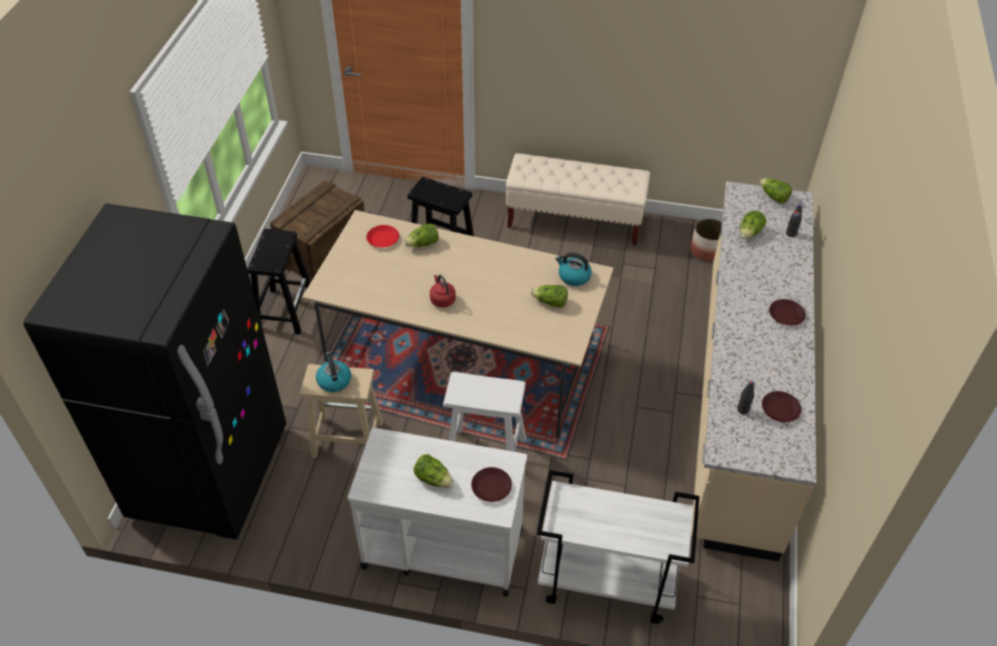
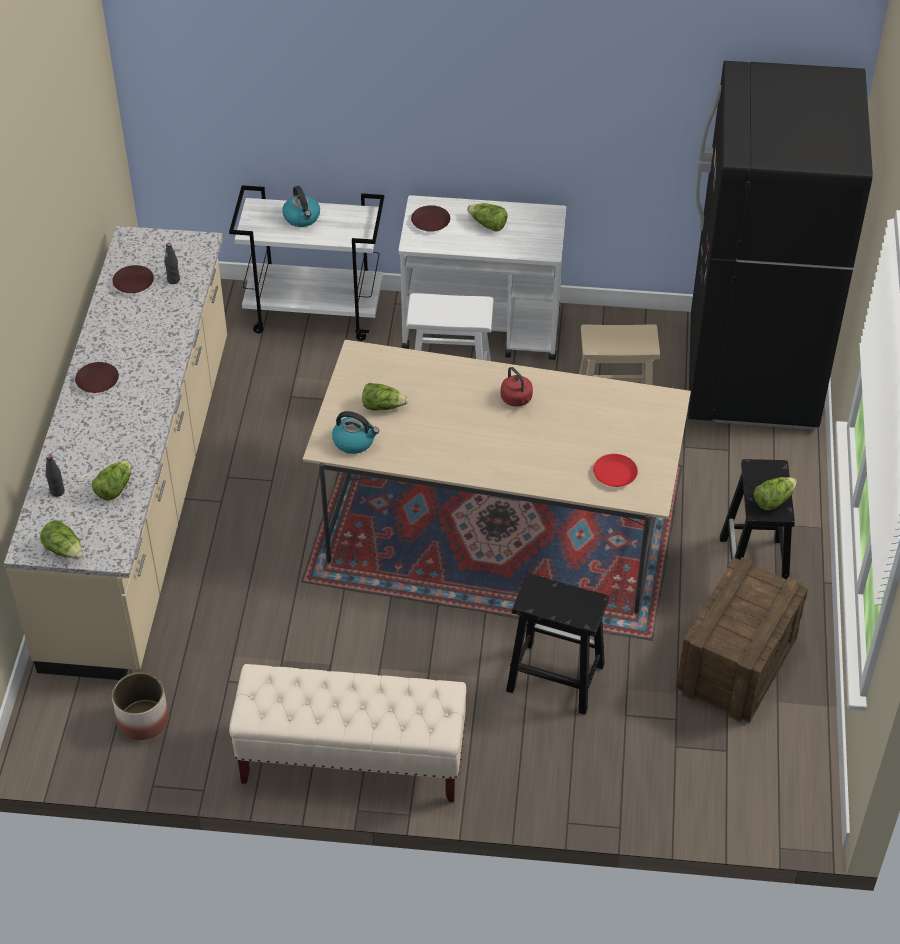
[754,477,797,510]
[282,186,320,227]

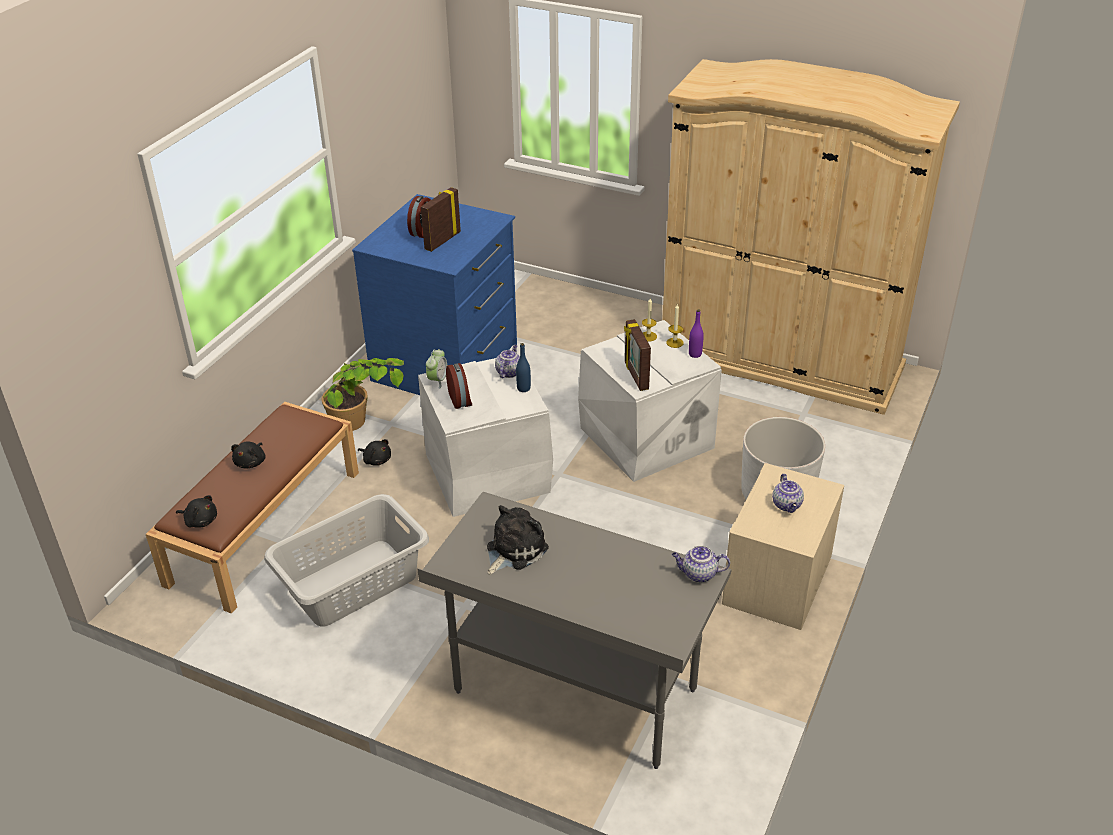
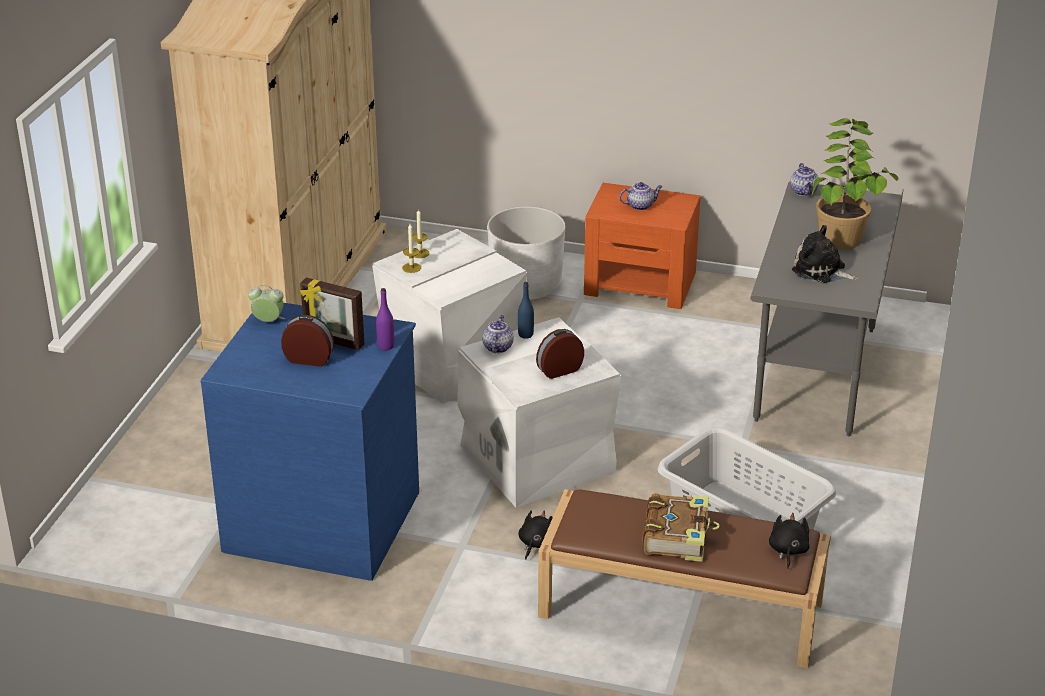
[376,288,395,350]
[624,319,651,391] (first image)
[482,315,514,353]
[248,285,285,322]
[811,118,898,249]
[642,493,720,562]
[584,183,701,309]

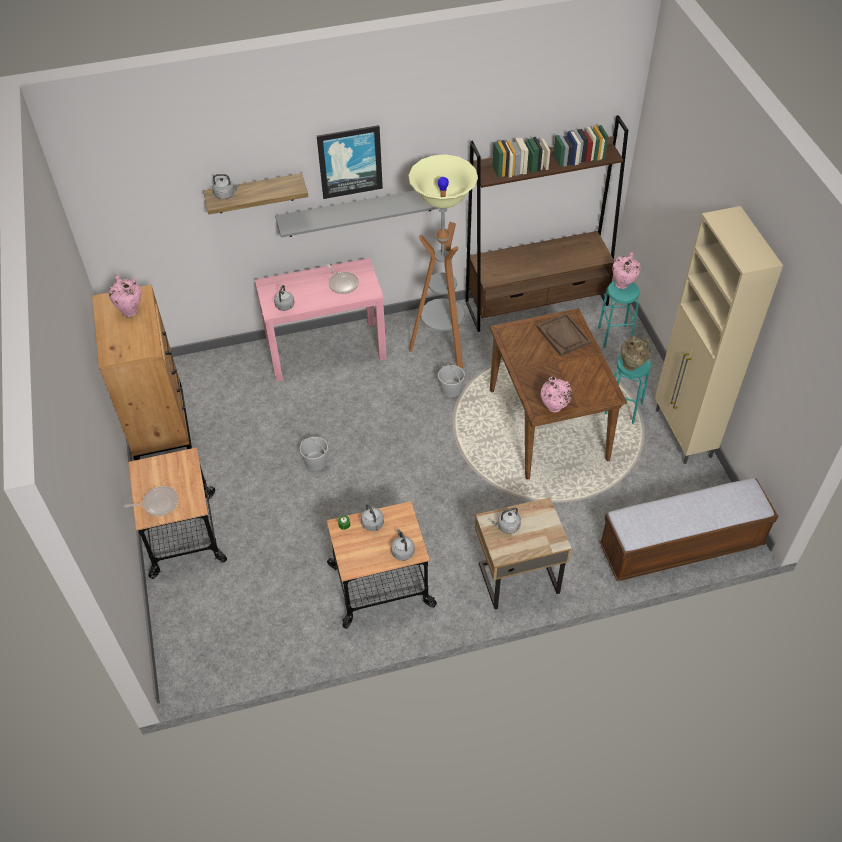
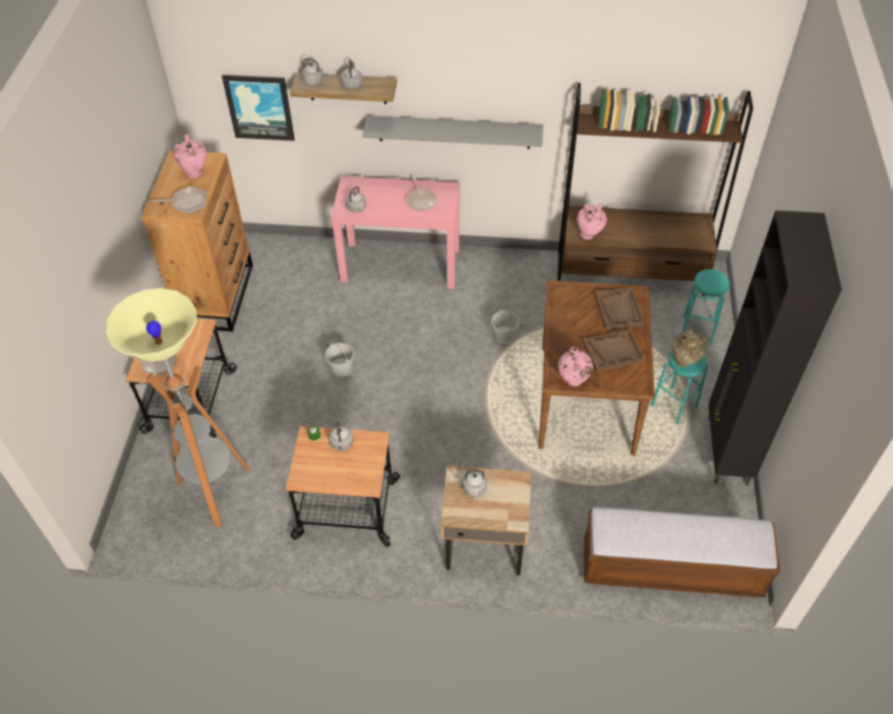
[222,75,295,141]
[105,288,251,527]
[708,210,842,486]
[577,203,607,240]
[340,60,362,89]
[150,186,207,214]
[583,329,645,372]

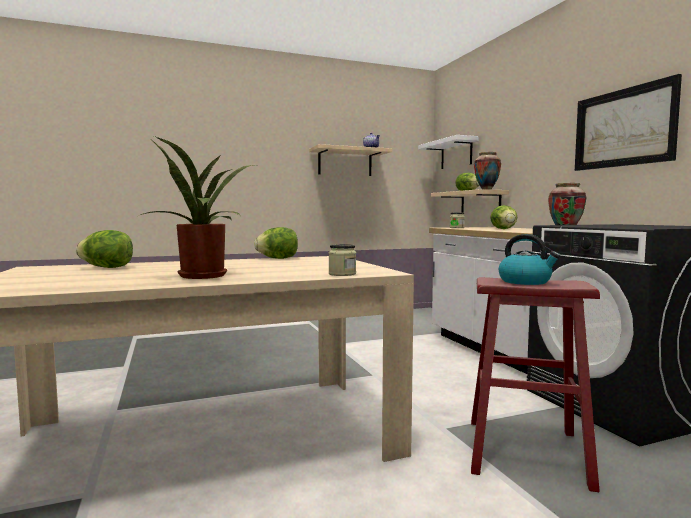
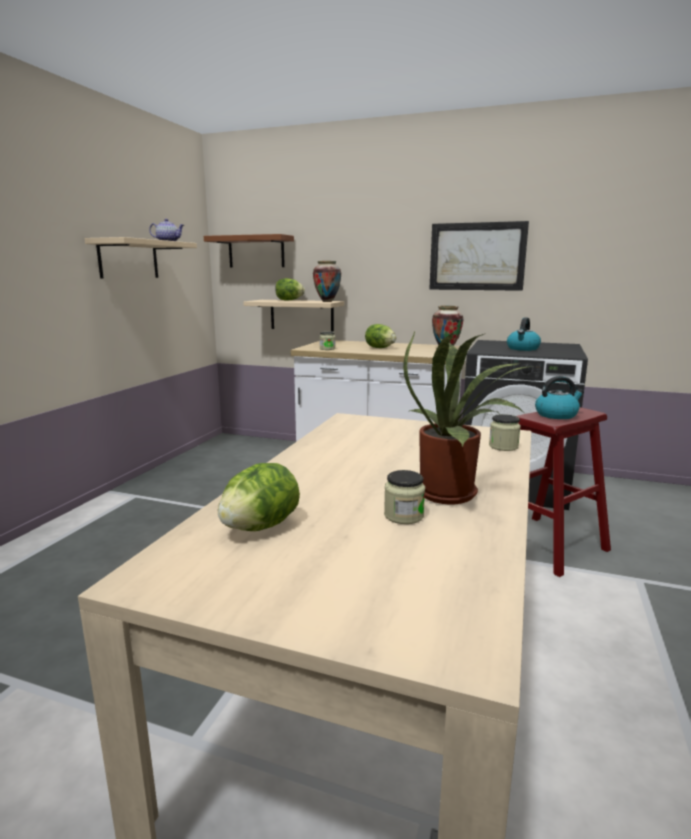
[204,234,294,267]
[254,227,298,259] (first image)
[507,317,541,351]
[384,470,425,524]

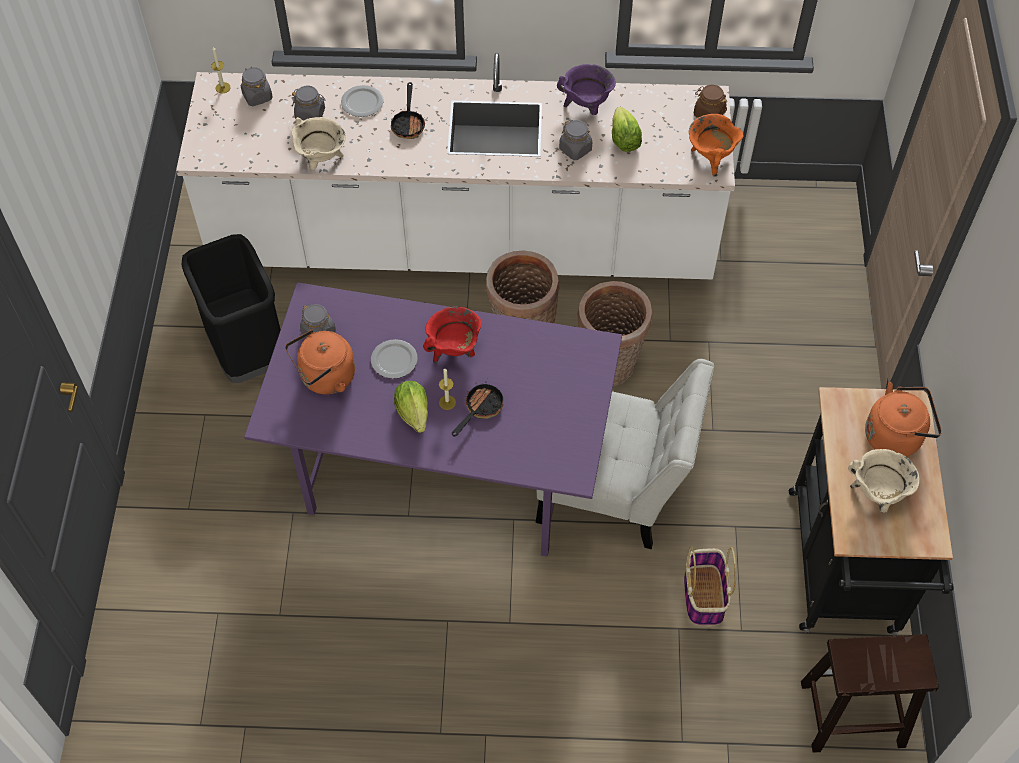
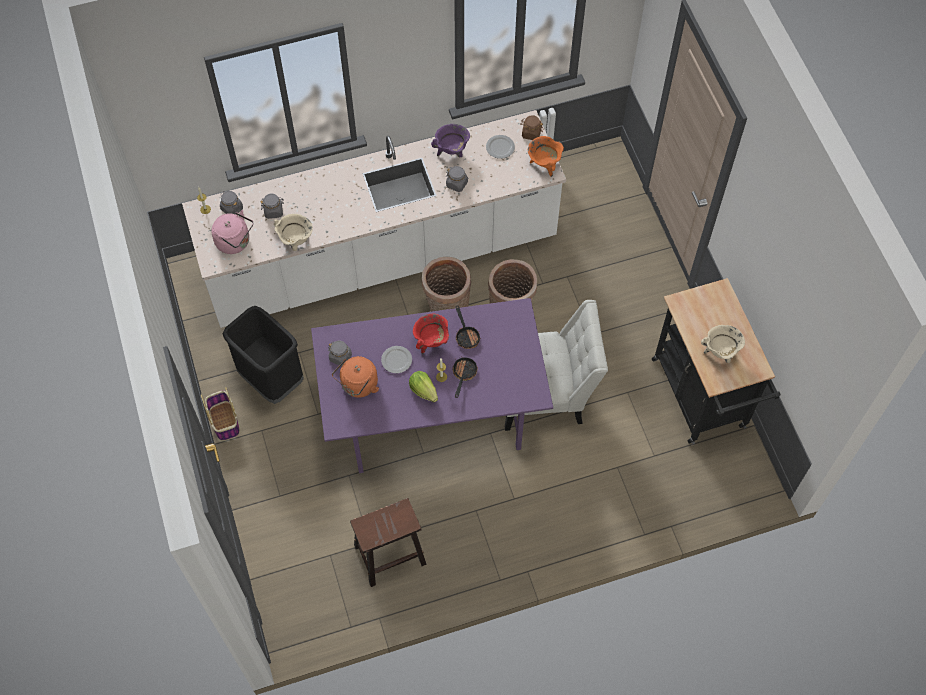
[455,306,481,349]
[486,135,515,159]
[612,107,642,152] (first image)
[865,382,942,457] (first image)
[201,387,240,441]
[350,498,427,587]
[211,210,253,254]

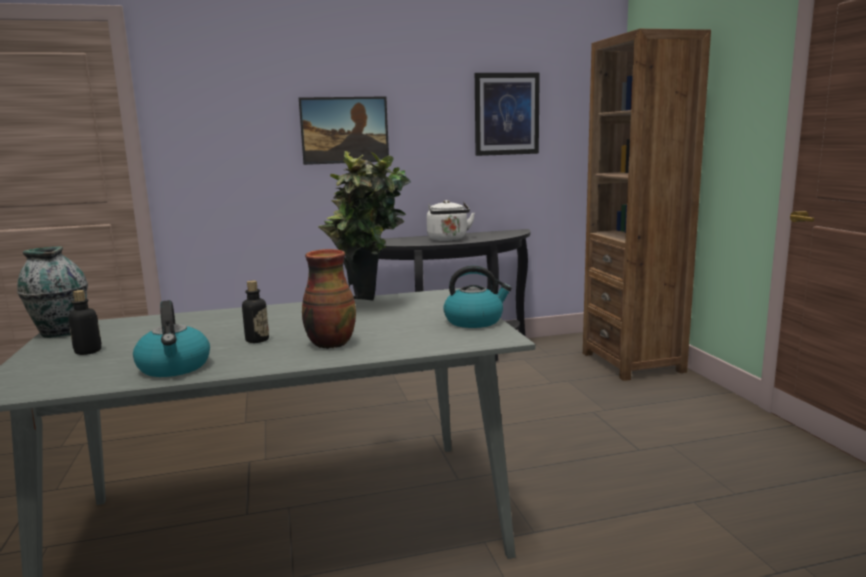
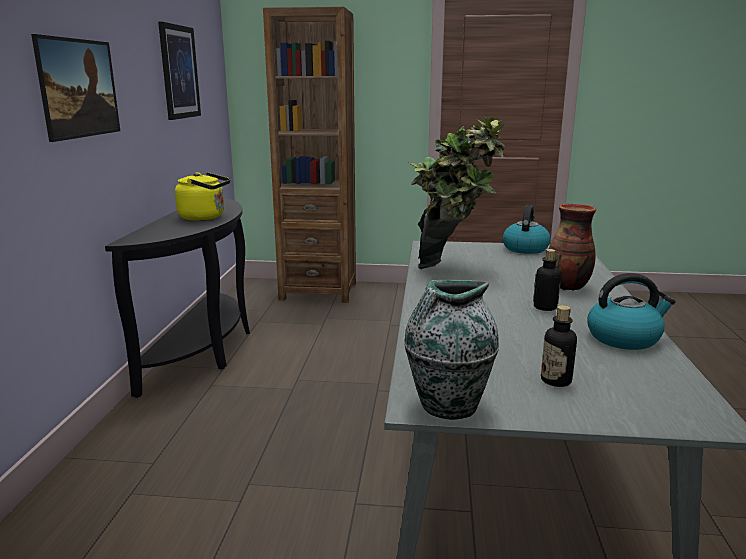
[175,172,230,221]

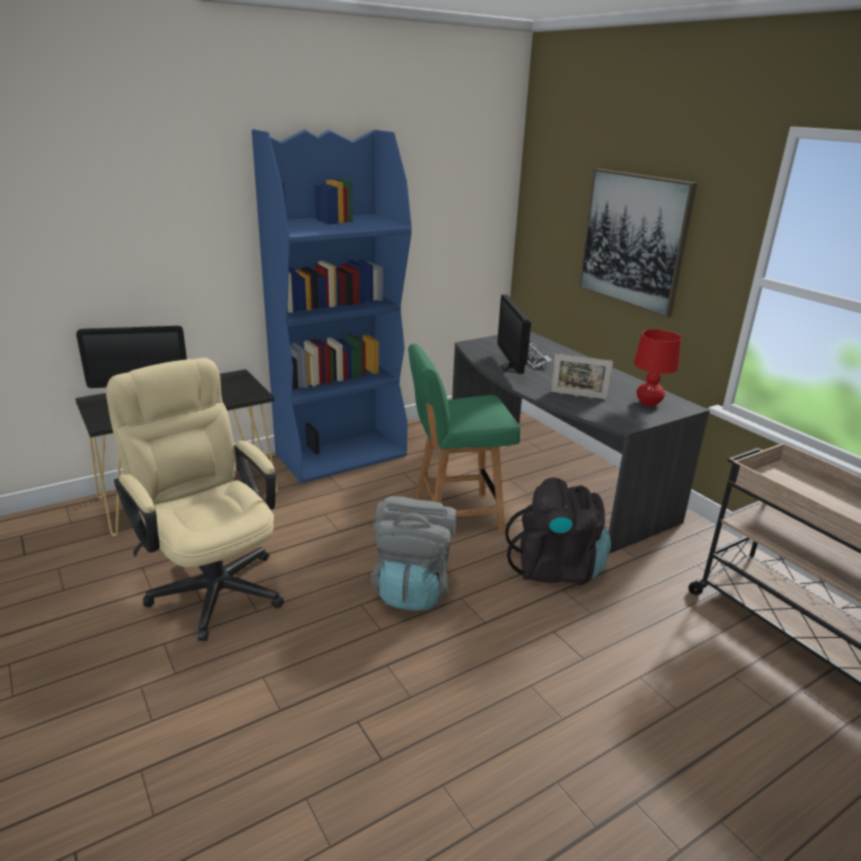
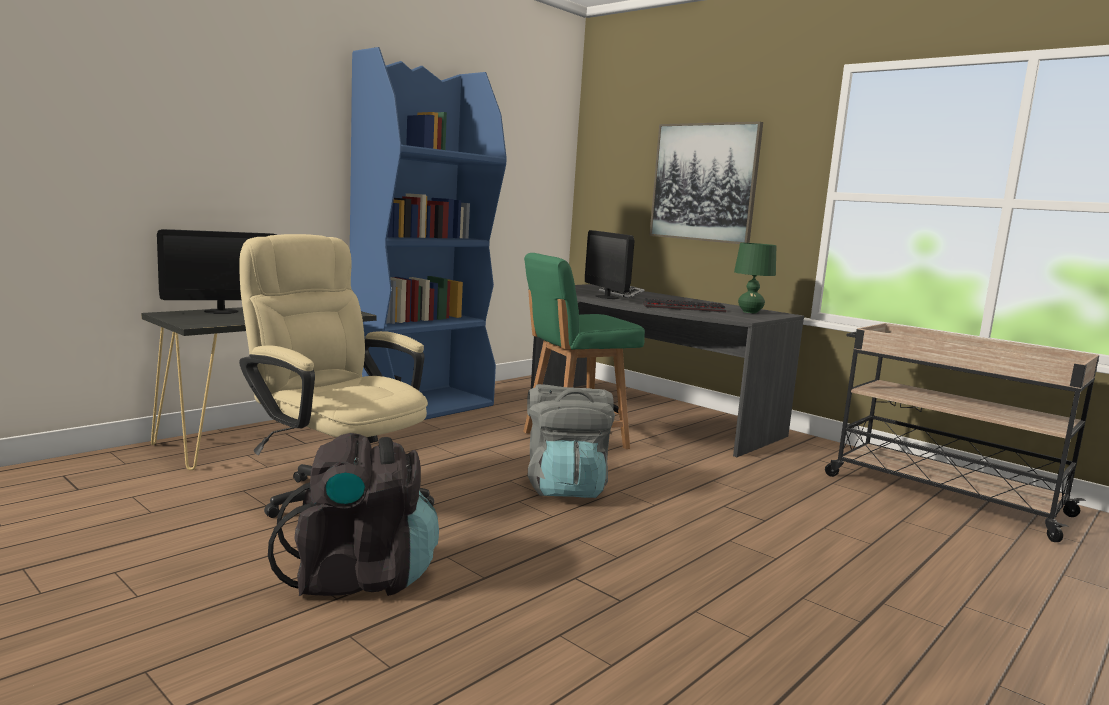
[734,243,777,313]
[643,298,726,313]
[268,433,439,596]

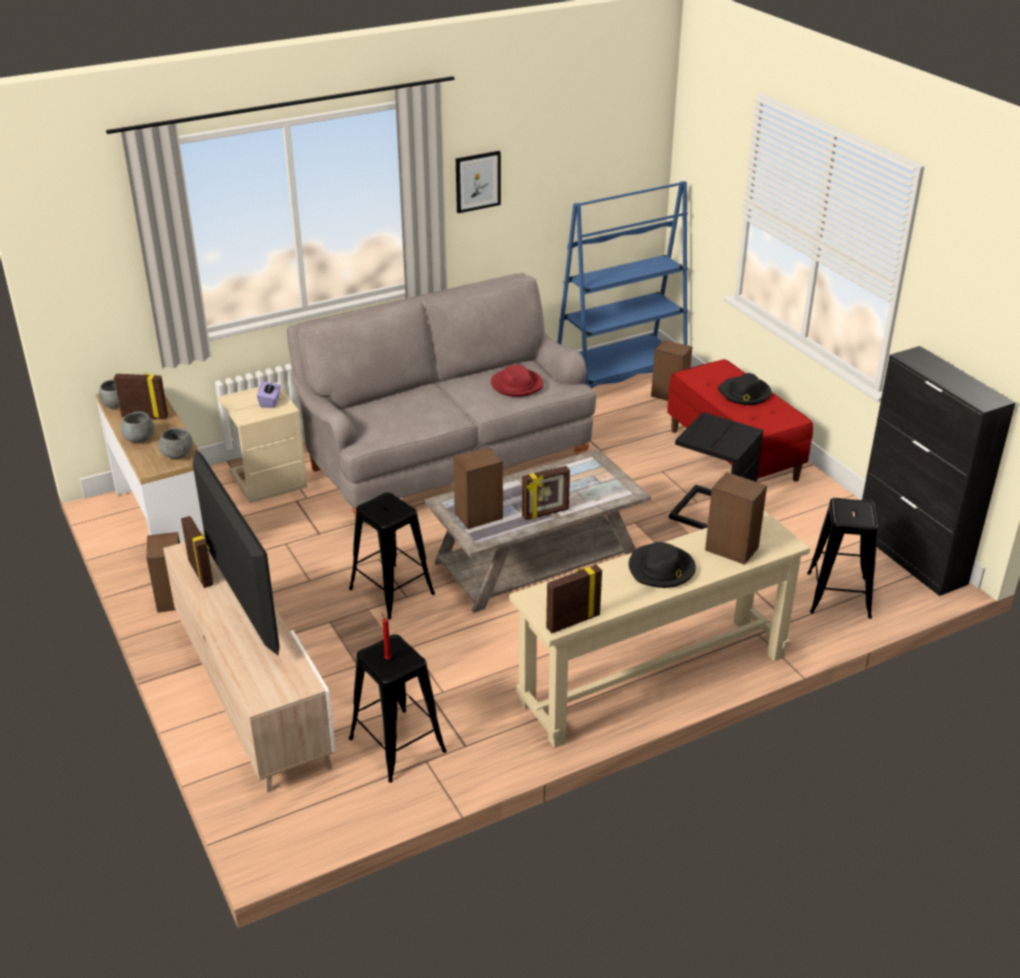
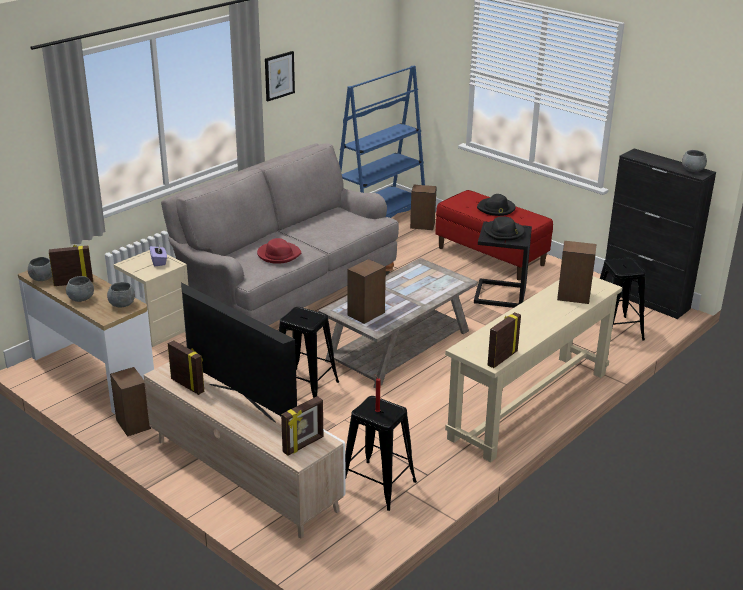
[257,238,301,264]
[281,396,323,456]
[484,216,525,241]
[682,150,707,172]

